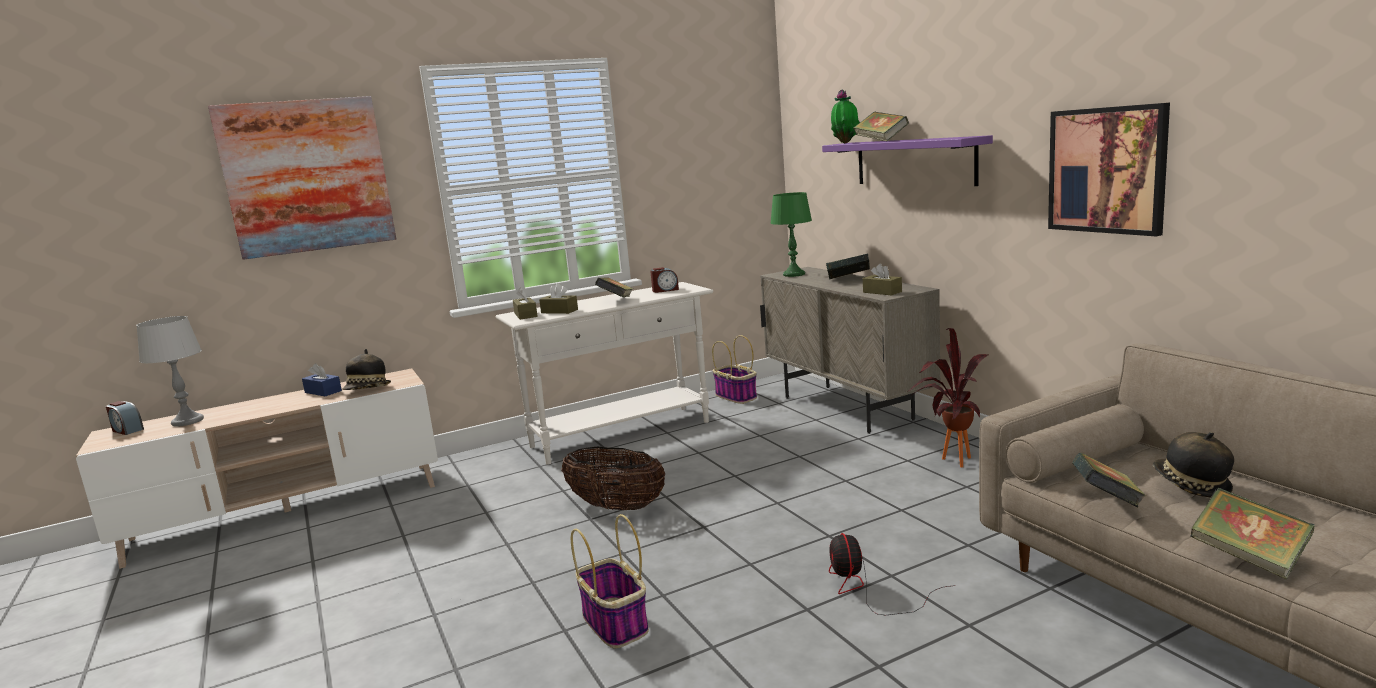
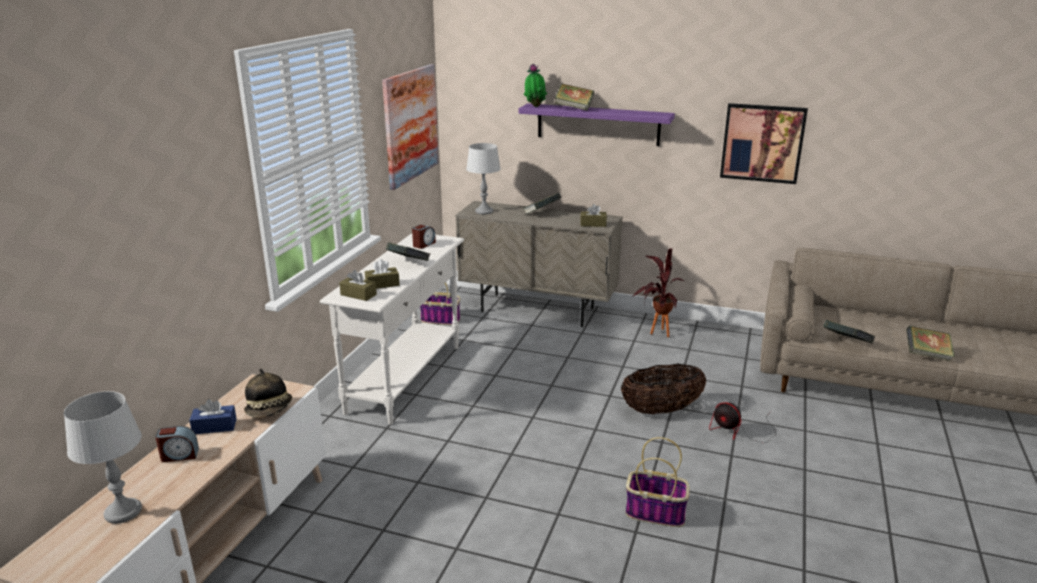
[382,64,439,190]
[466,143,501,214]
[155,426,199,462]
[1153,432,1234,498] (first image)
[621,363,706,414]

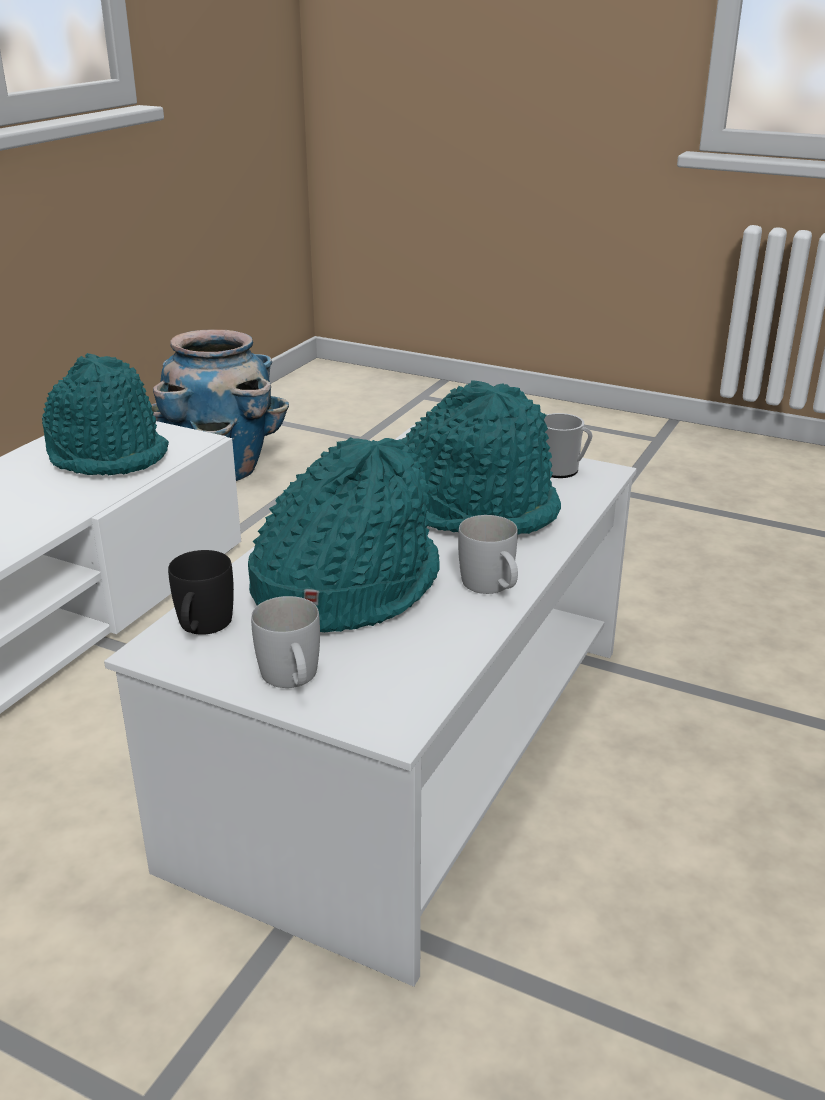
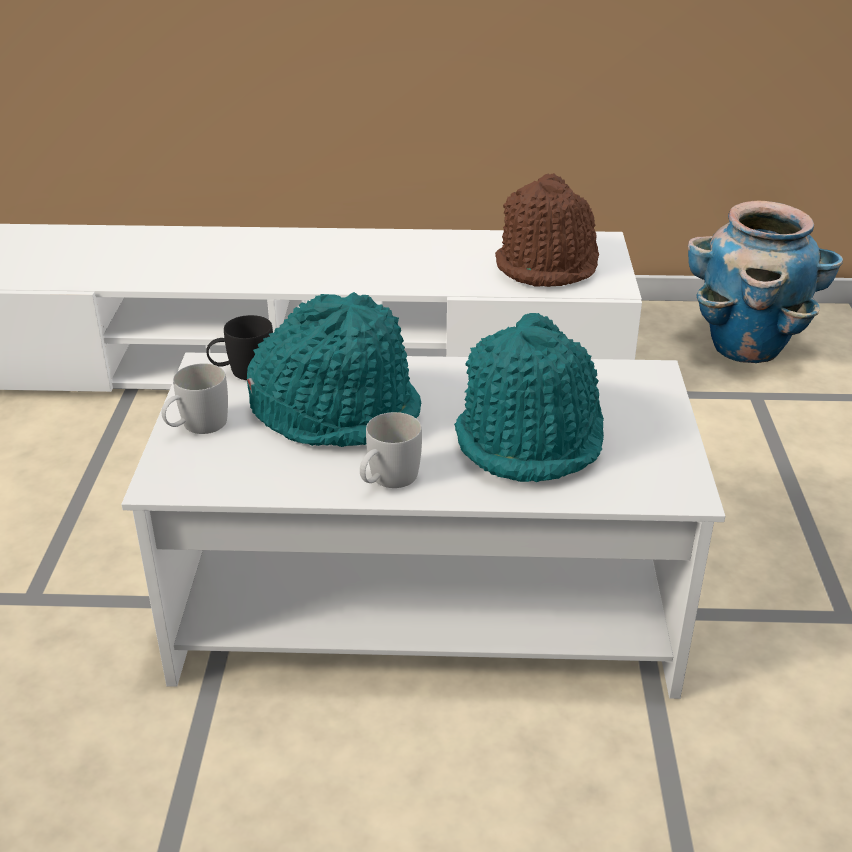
[495,173,599,287]
[544,413,593,478] (first image)

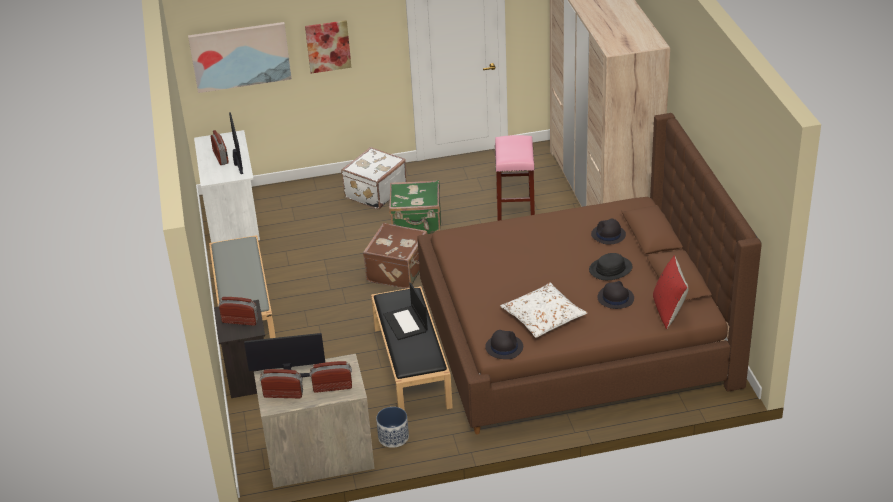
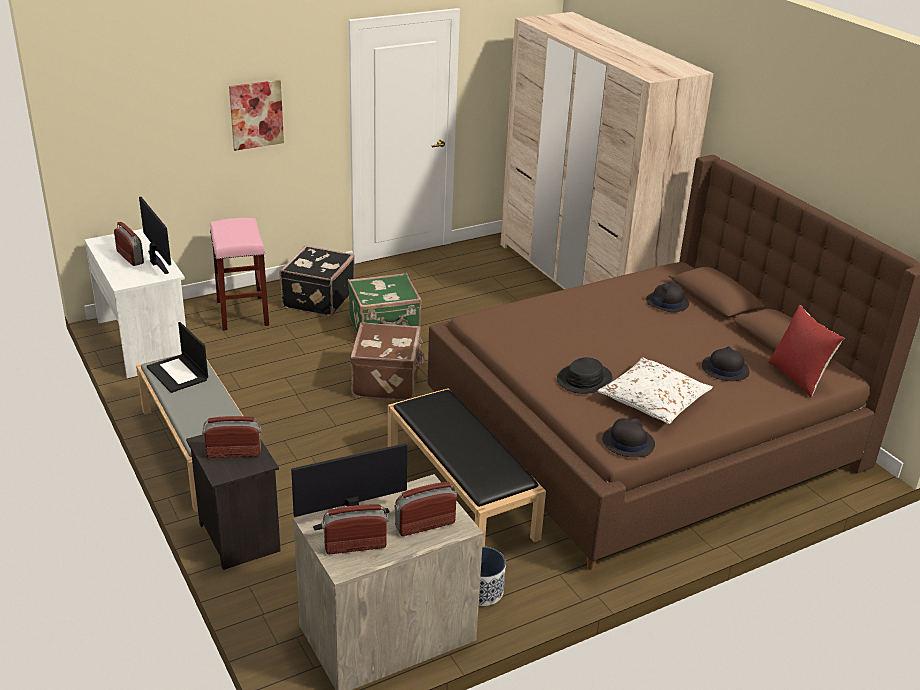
[188,22,292,93] (first image)
[210,218,269,331]
[279,245,355,317]
[557,357,613,394]
[147,322,208,393]

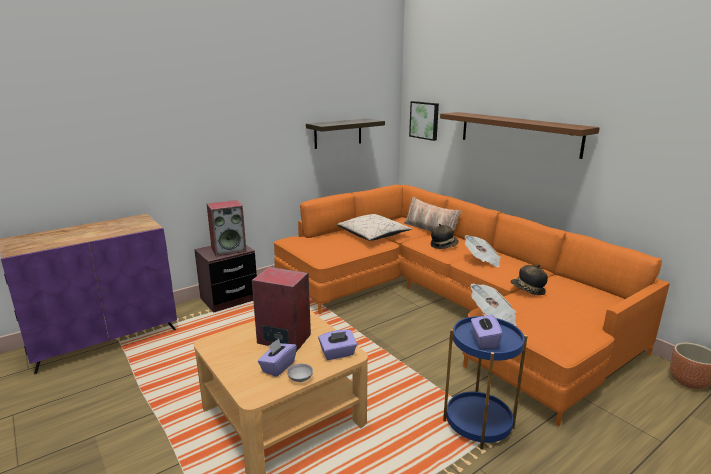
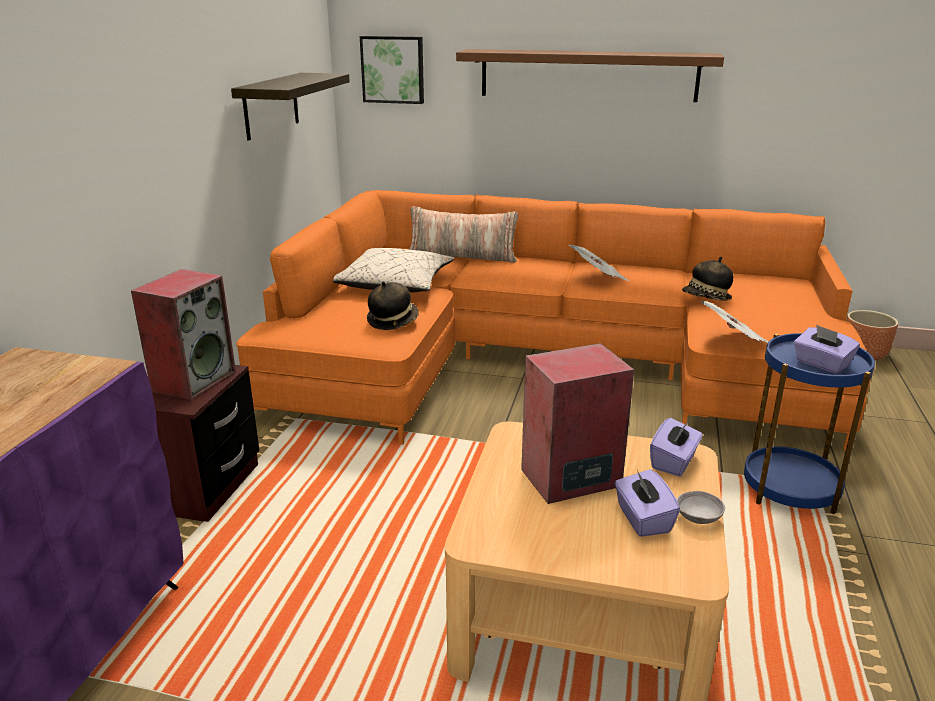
[367,281,419,330]

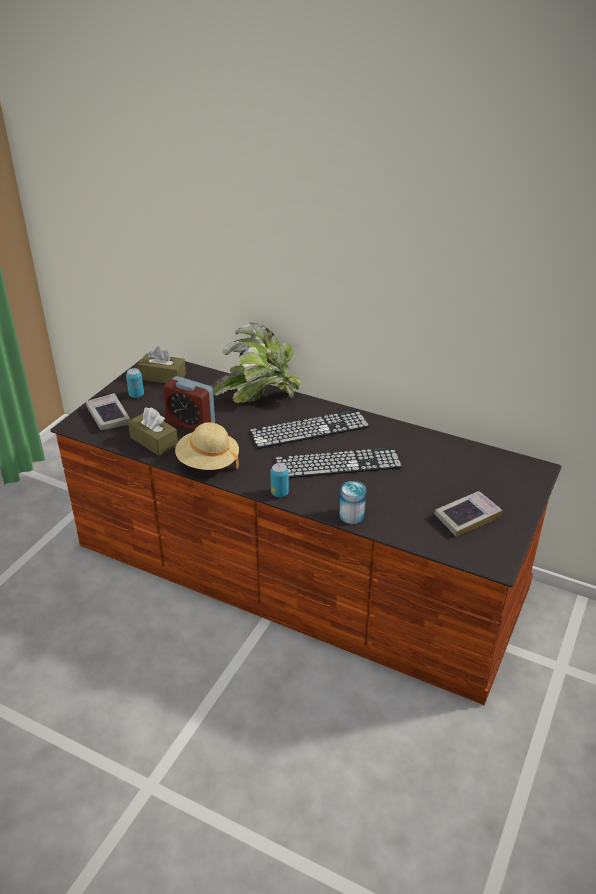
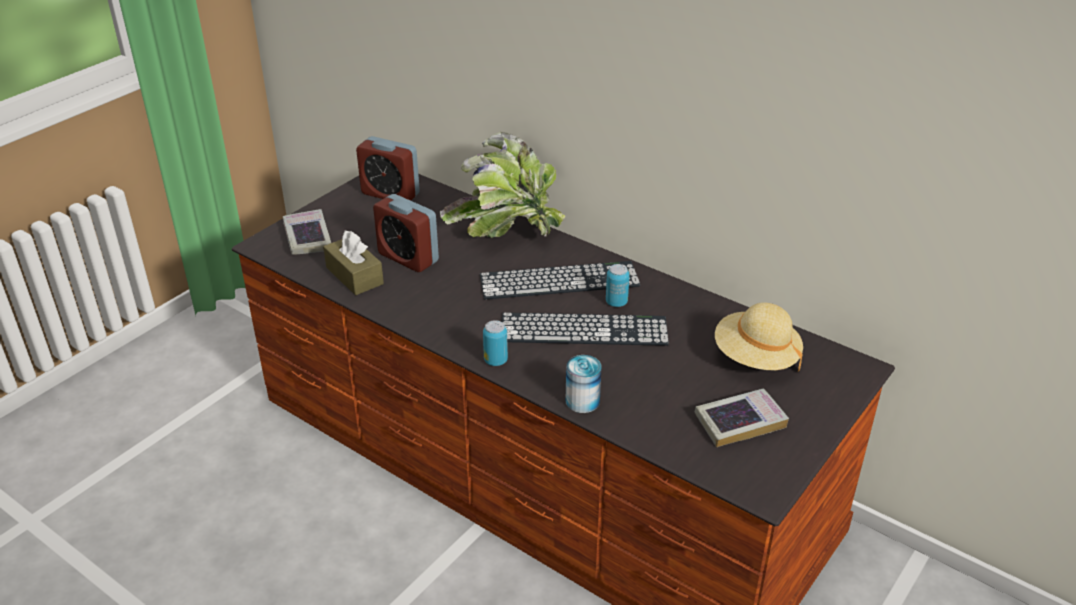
[356,136,420,201]
[606,264,629,307]
[715,302,803,371]

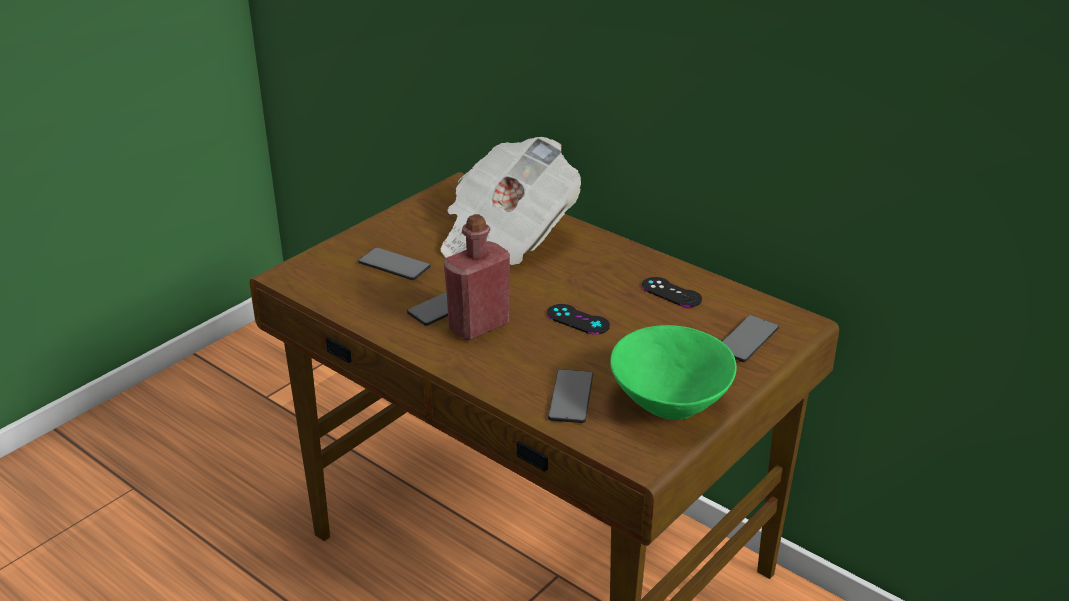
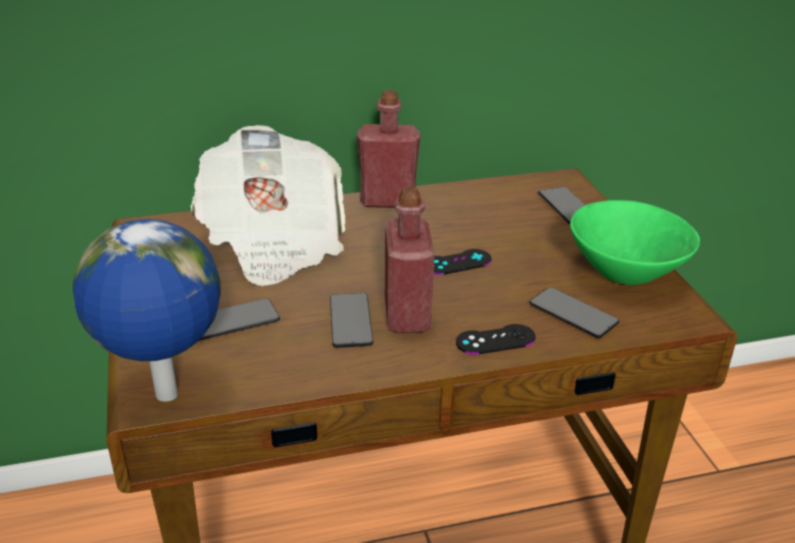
[456,324,536,355]
[357,90,420,208]
[73,219,221,402]

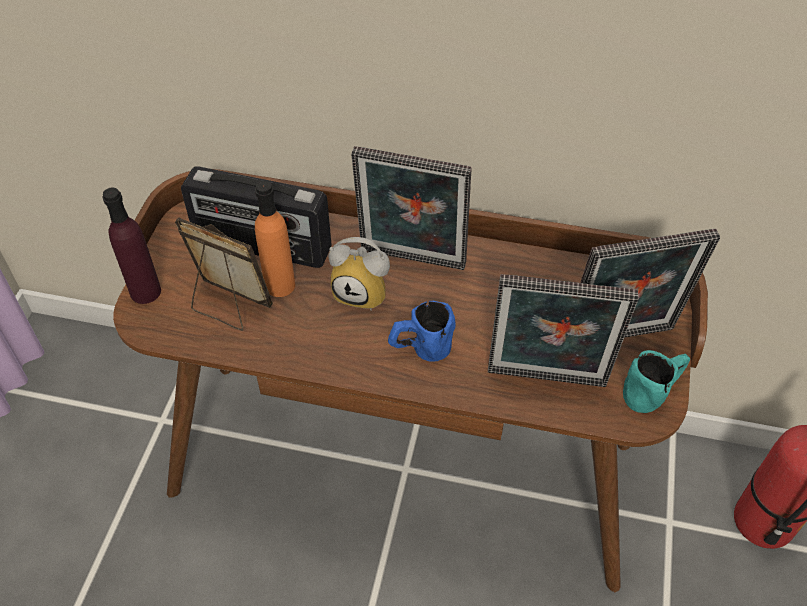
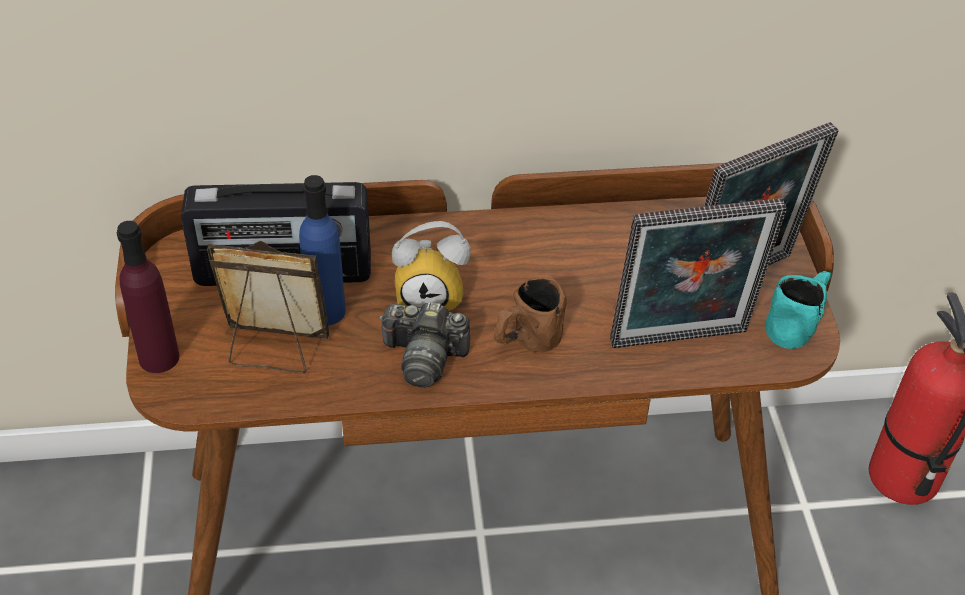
[351,146,472,270] (first image)
[299,175,346,325]
[494,277,567,353]
[379,302,470,388]

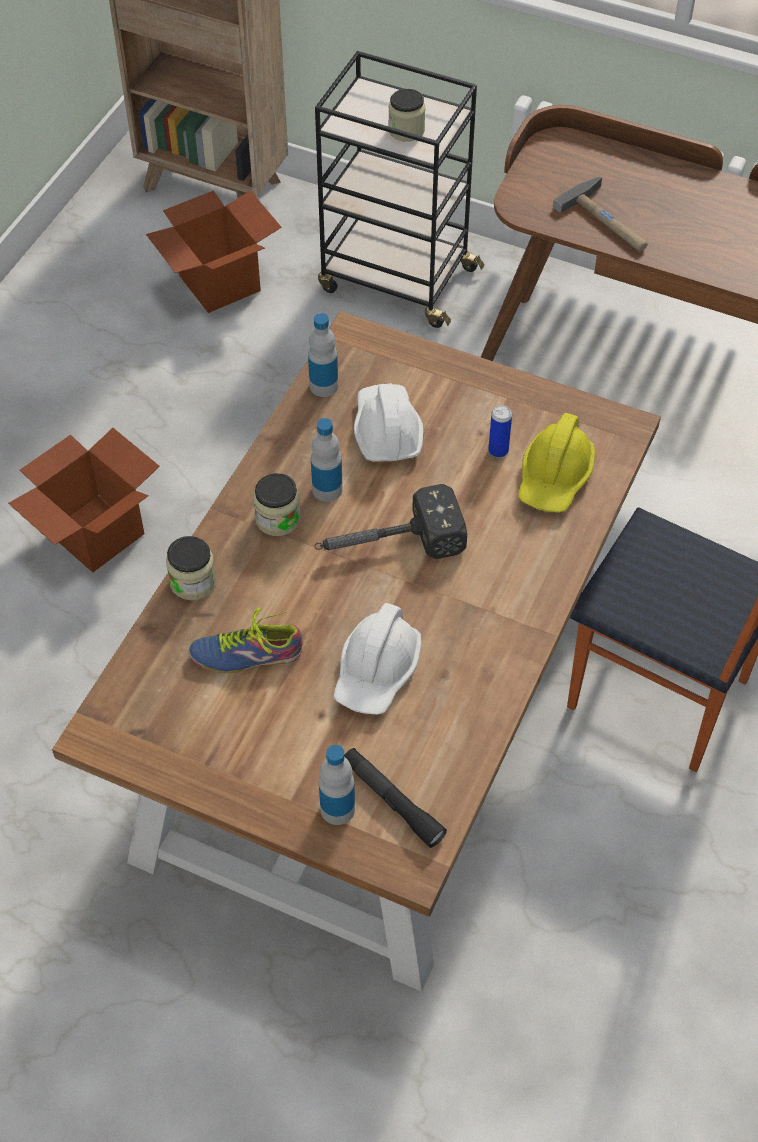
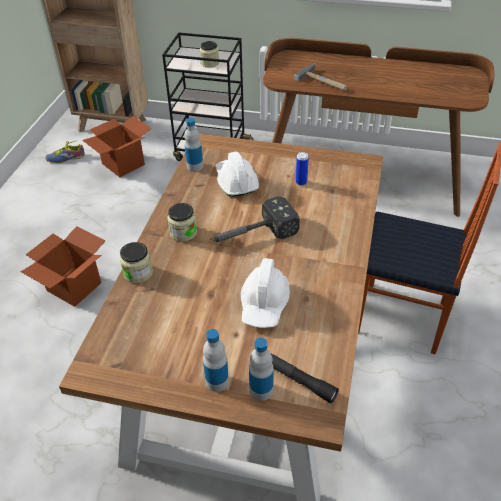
[518,413,595,513] (first image)
[203,329,229,392]
[45,140,85,163]

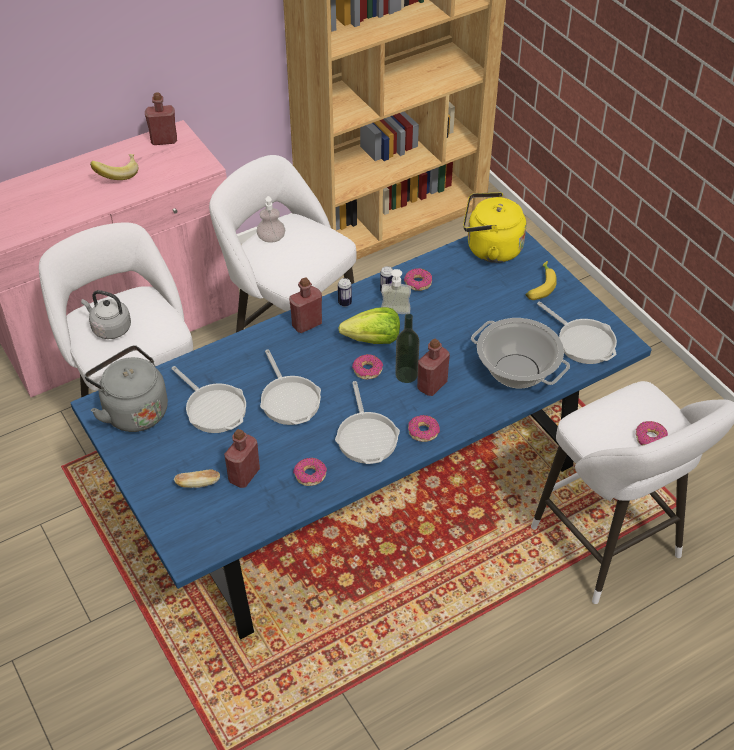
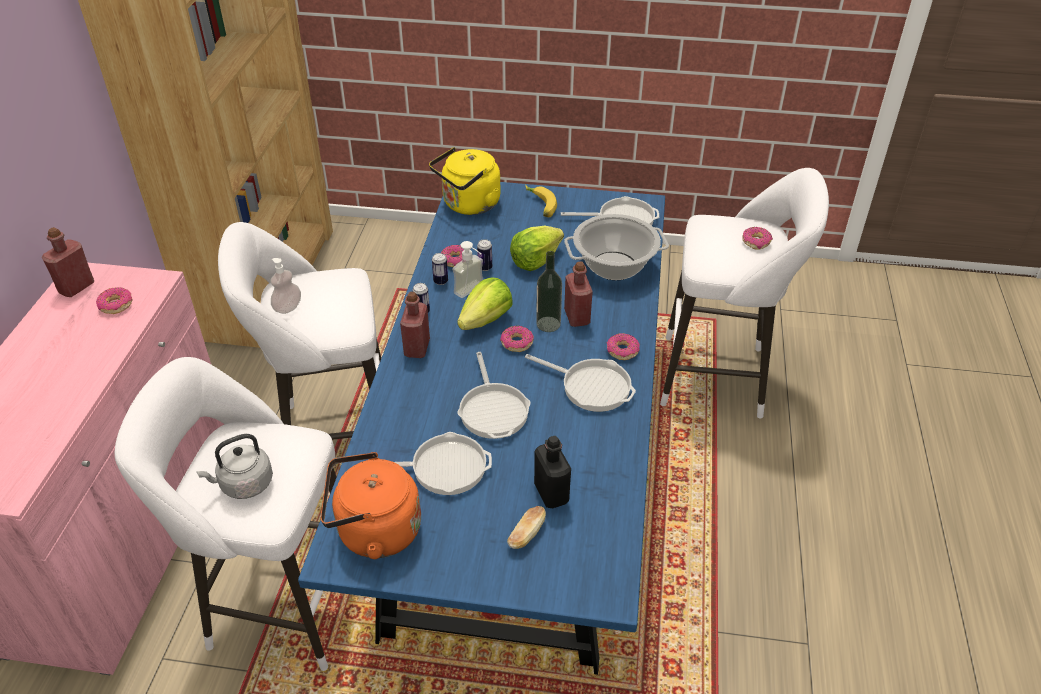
[90,154,139,180] (first image)
[321,452,421,559]
[457,352,531,439]
[534,436,571,508]
[96,287,132,314]
[510,226,564,271]
[477,239,492,271]

